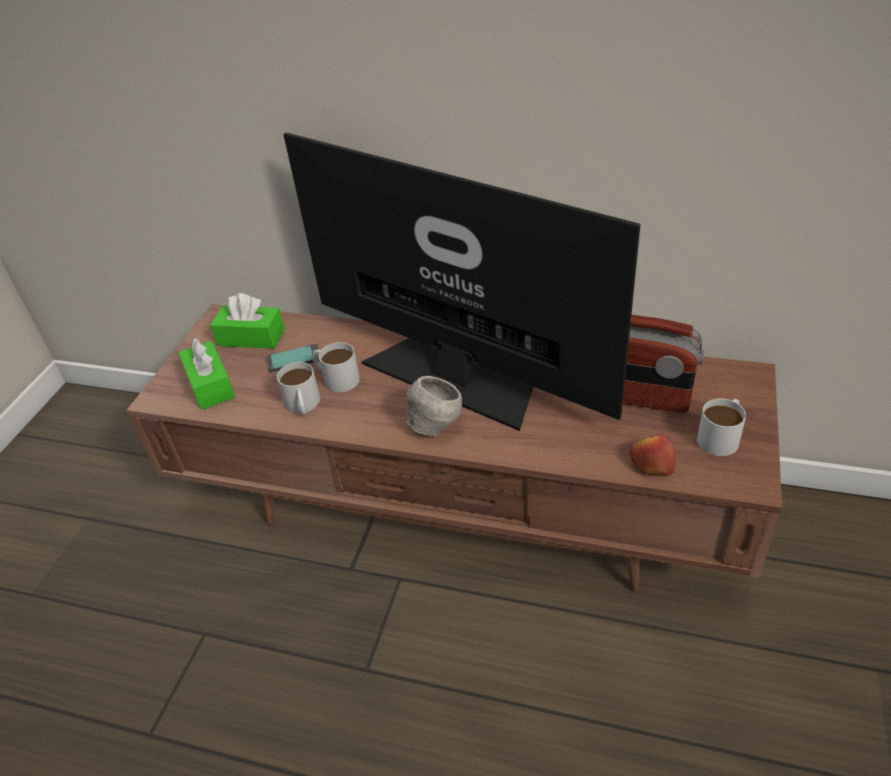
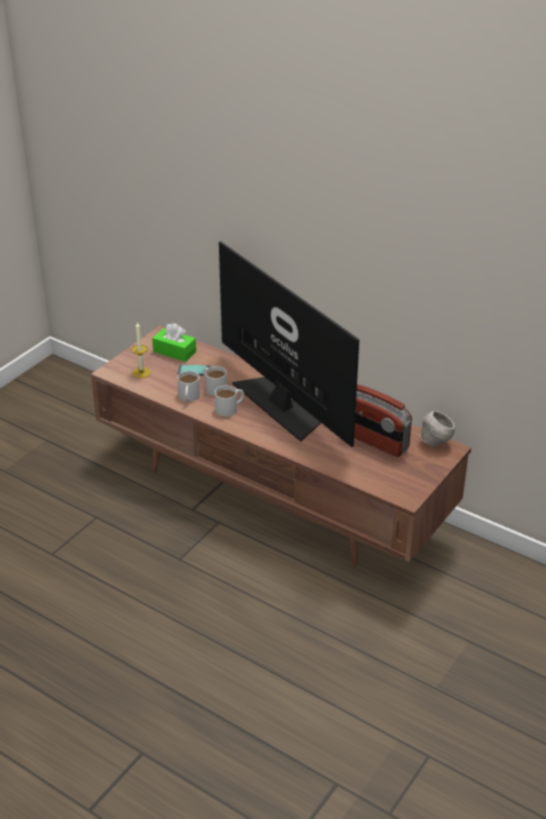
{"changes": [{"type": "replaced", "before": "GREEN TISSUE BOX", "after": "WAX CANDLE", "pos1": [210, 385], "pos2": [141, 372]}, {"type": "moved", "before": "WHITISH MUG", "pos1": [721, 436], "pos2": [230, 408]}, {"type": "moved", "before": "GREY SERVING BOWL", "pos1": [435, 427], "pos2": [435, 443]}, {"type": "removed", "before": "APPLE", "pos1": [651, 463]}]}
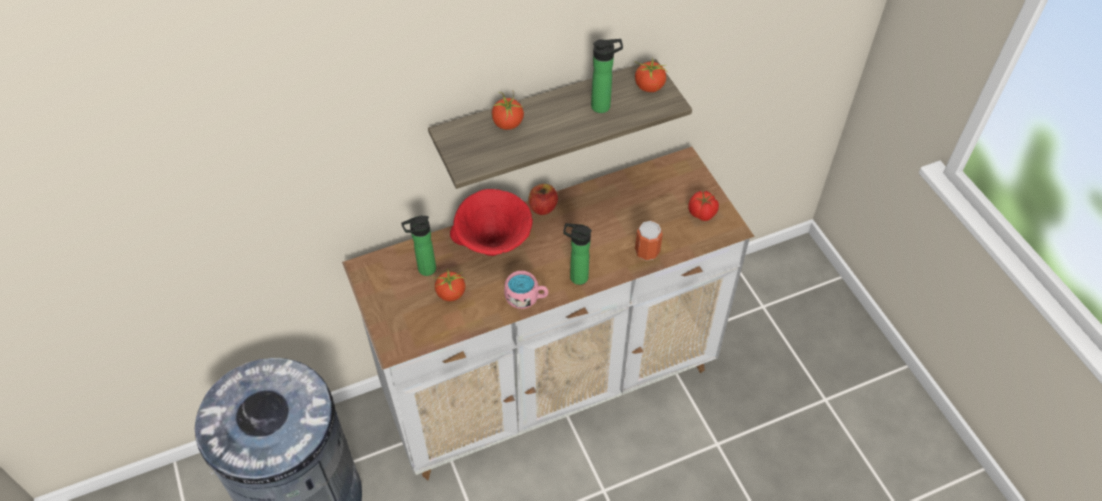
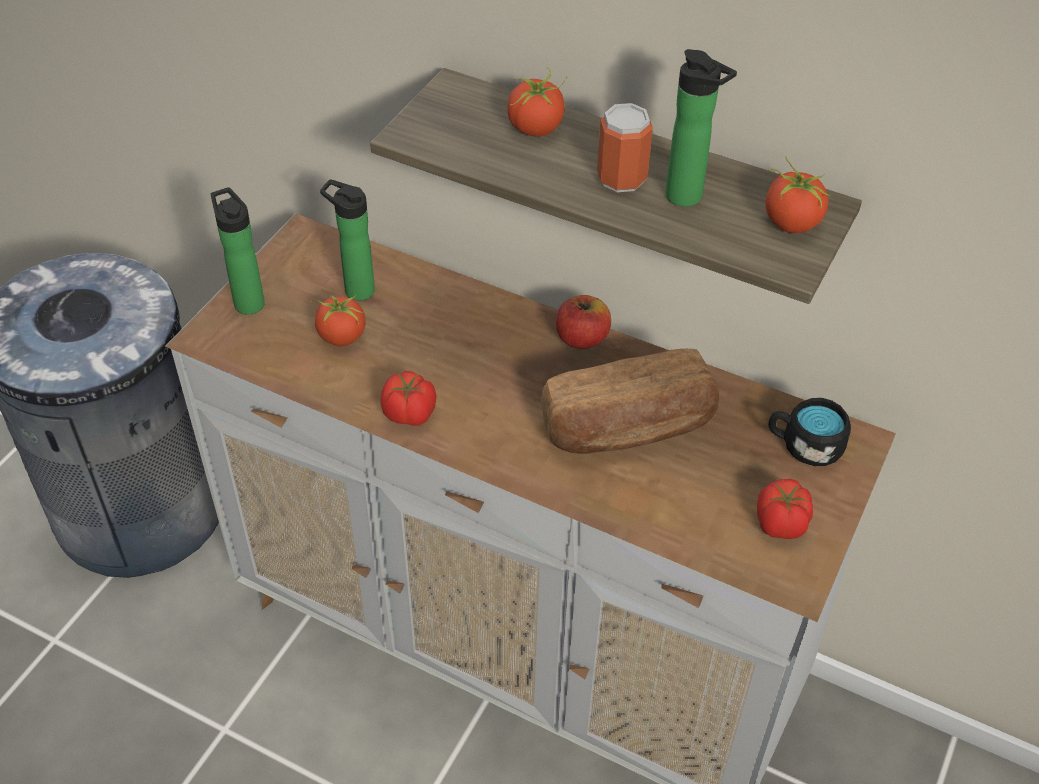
{"changes": [{"type": "moved", "before": "BEVERAGE BOTTLE", "pos1": [576, 277], "pos2": [247, 301]}, {"type": "replaced", "before": "PINK-COLOURED MUG", "after": "TOMATO", "pos1": [526, 297], "pos2": [410, 414]}, {"type": "added", "after": "BAKERY BREAD", "pos2": [628, 428]}, {"type": "moved", "before": "CAN", "pos1": [647, 252], "pos2": [621, 178]}, {"type": "added", "after": "BLACK-COLOURED MUG", "pos2": [804, 445]}, {"type": "removed", "before": "REDDISH SERVING BOWL", "pos1": [494, 246]}]}
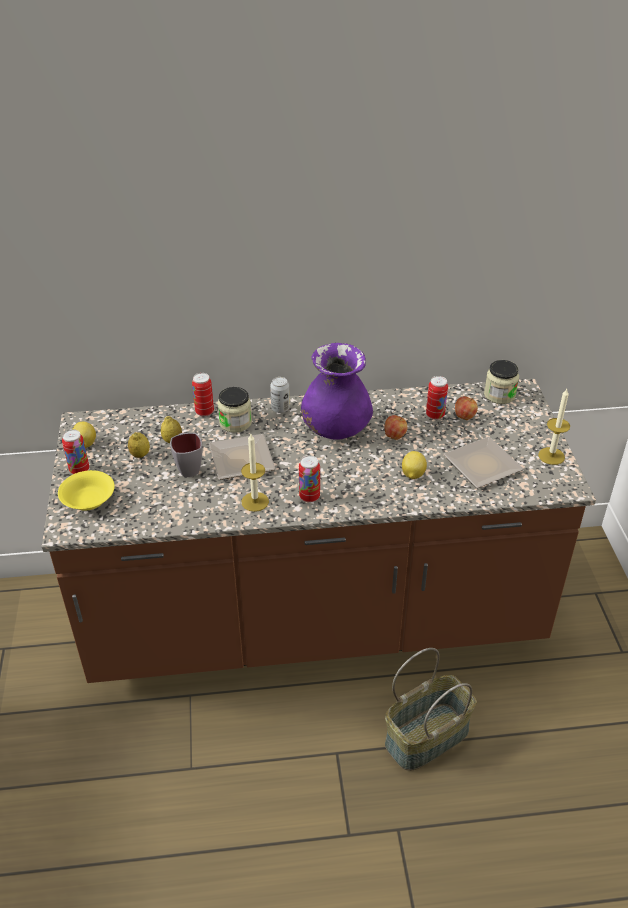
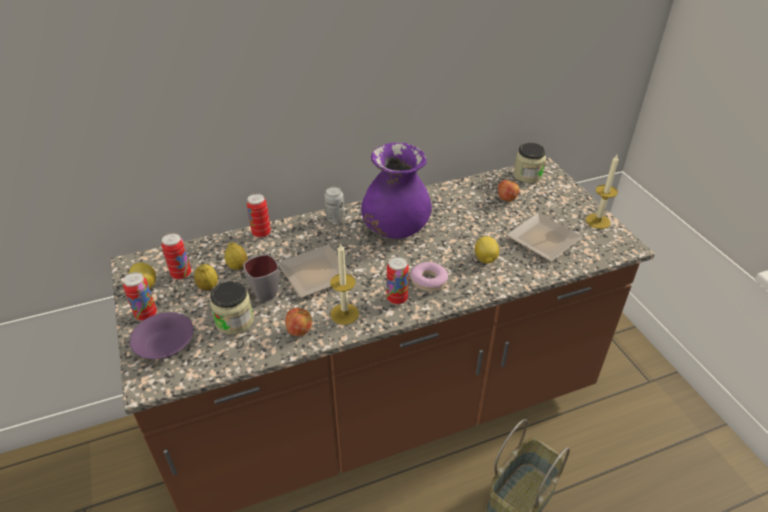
{"changes": [{"type": "recoloured", "before": "YELLOW SERVING BOWL", "after": "PURPLE SERVING BOWL", "pos1": [89, 500], "pos2": [166, 345]}, {"type": "moved", "before": "CAN", "pos1": [435, 415], "pos2": [181, 274]}, {"type": "moved", "before": "STORAGE JAR", "pos1": [235, 423], "pos2": [234, 321]}, {"type": "moved", "before": "APPLE", "pos1": [395, 436], "pos2": [299, 331]}, {"type": "added", "after": "RING DOUGHNUT", "pos2": [428, 281]}]}
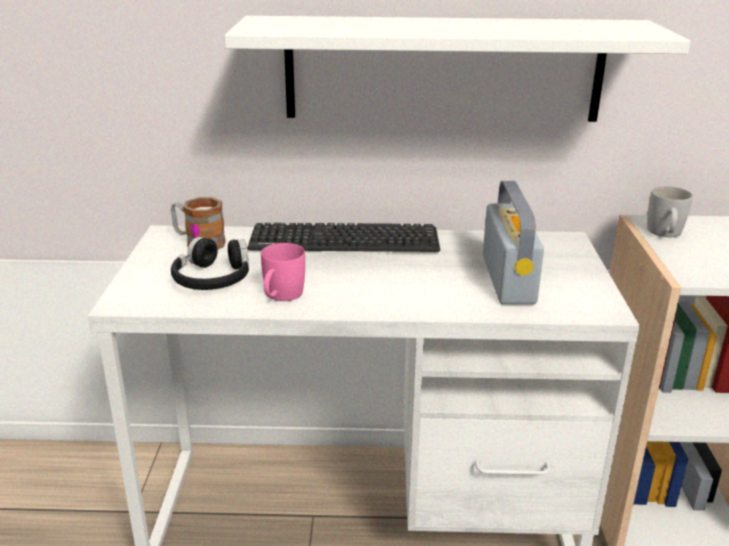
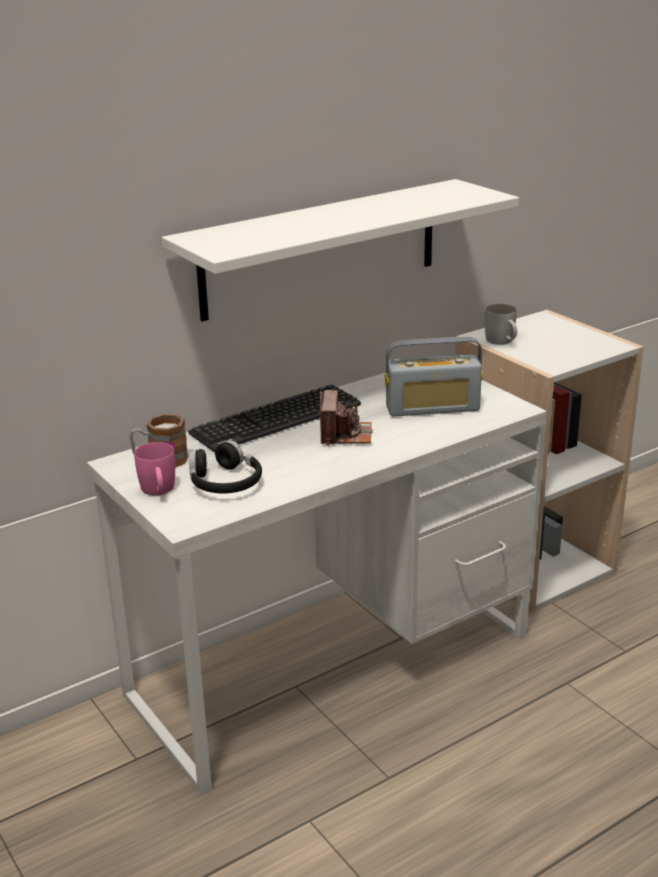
{"changes": [{"type": "moved", "before": "PINK-COLOURED MUG", "pos1": [280, 297], "pos2": [158, 491]}, {"type": "added", "after": "PHOTO CAMERA", "pos2": [344, 434]}, {"type": "turned", "before": "RADIO RECEIVER", "pos1": [508, 279], "pos2": [432, 408], "turn": 120}]}
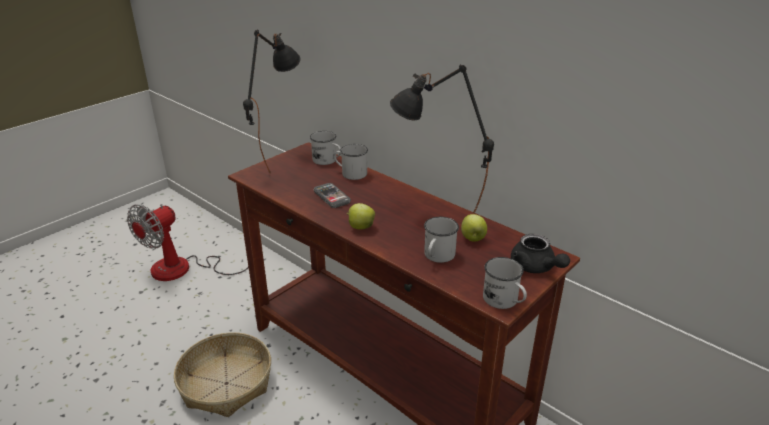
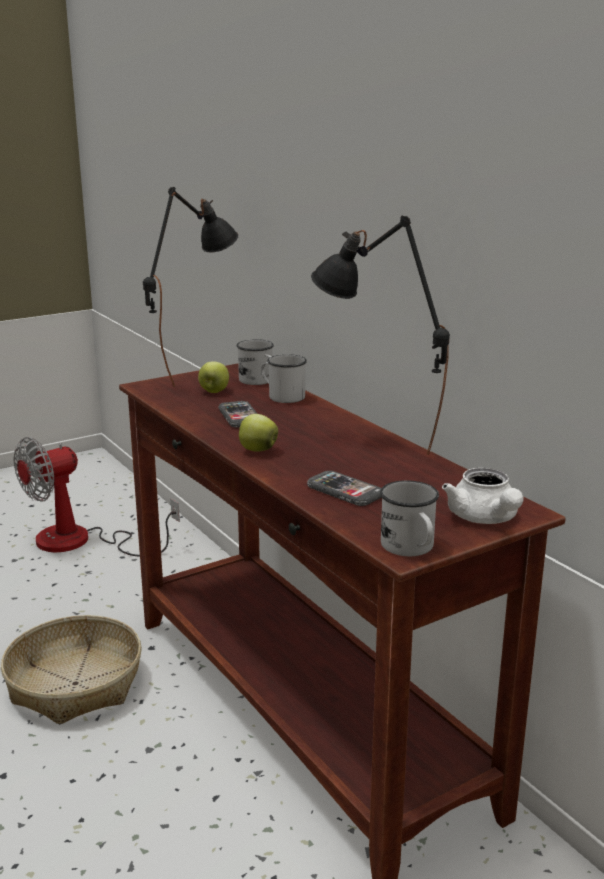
{"changes": [{"type": "moved", "before": "APPLE", "pos1": [473, 239], "pos2": [214, 391]}, {"type": "replaced", "before": "WHITISH MUG", "after": "PHONE", "pos1": [437, 256], "pos2": [344, 491]}, {"type": "recoloured", "before": "BLACK-COLOURED TEA POT", "after": "WHITISH TEA POT", "pos1": [535, 267], "pos2": [485, 519]}]}
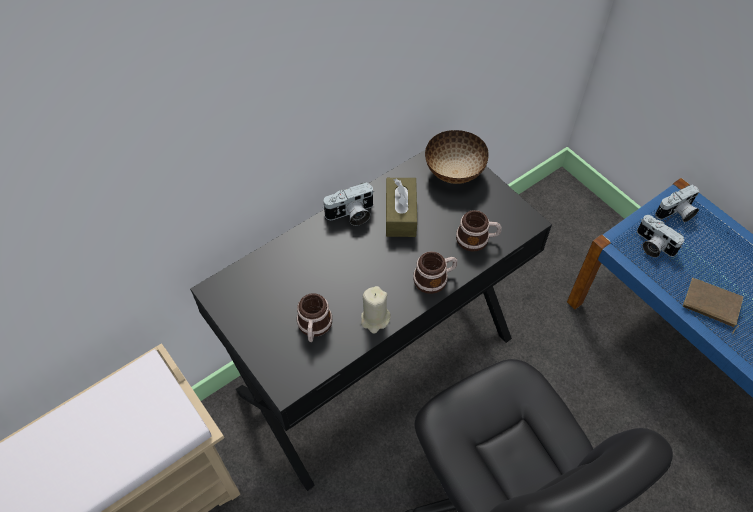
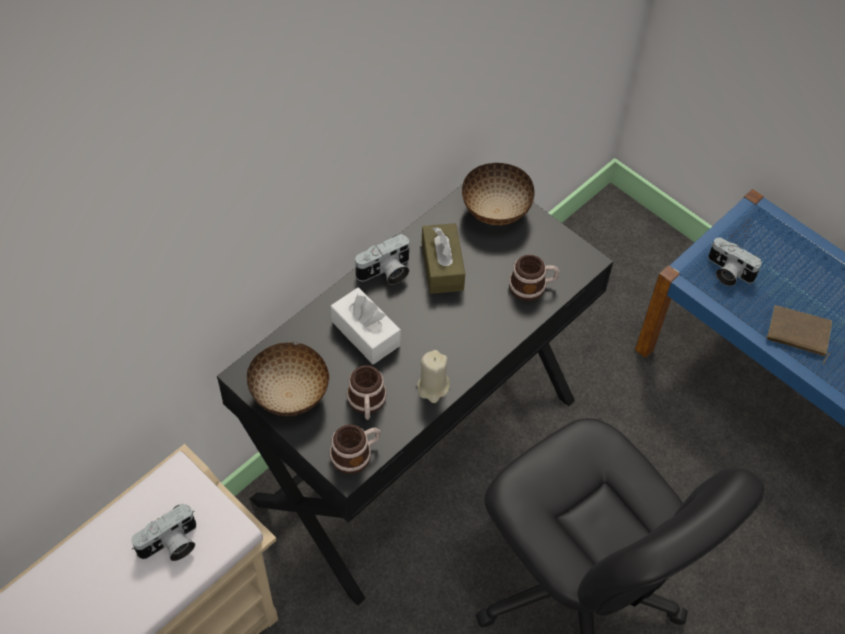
{"changes": [{"type": "moved", "before": "PHOTO CAMERA", "pos1": [676, 213], "pos2": [171, 545]}, {"type": "added", "after": "SERVING BOWL", "pos2": [291, 396]}, {"type": "moved", "before": "MUG", "pos1": [435, 278], "pos2": [356, 454]}, {"type": "added", "after": "WHITISH TISSUE BOX", "pos2": [365, 333]}]}
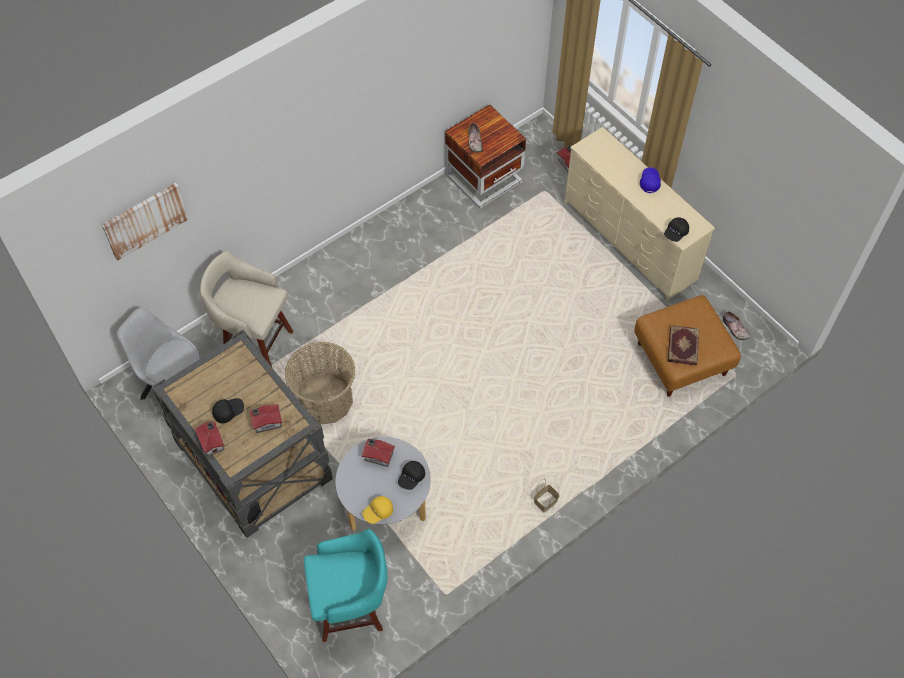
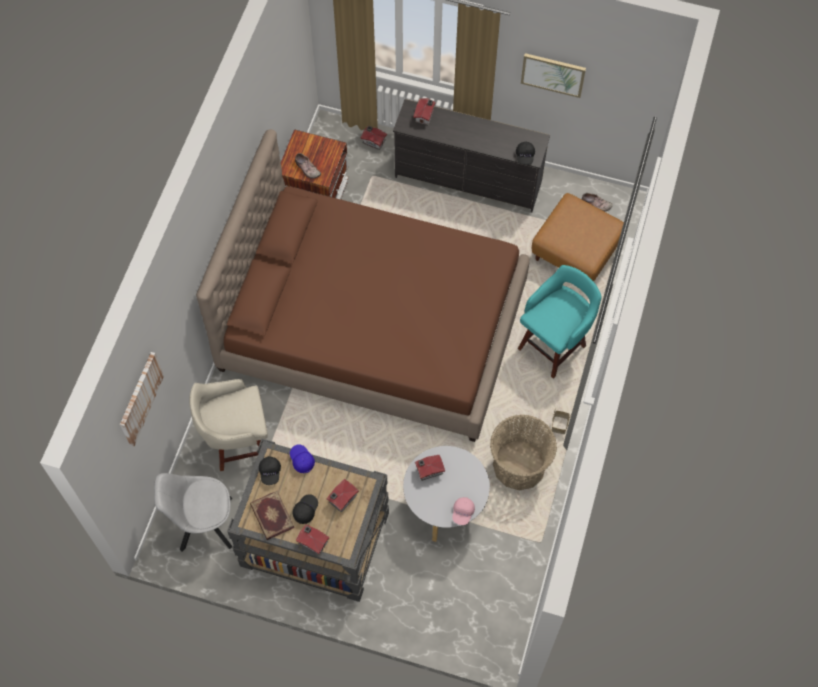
{"changes": [{"type": "added", "after": "BROWN BEDROOM BED", "pos2": [373, 325]}, {"type": "moved", "before": "BOUND BOOK", "pos1": [682, 346], "pos2": [271, 516]}, {"type": "moved", "before": "BLACK-COLOURED BASEBALL CAP", "pos1": [411, 477], "pos2": [270, 472]}, {"type": "moved", "before": "BLUE BASEBALL CAP", "pos1": [649, 182], "pos2": [302, 460]}, {"type": "recoloured", "before": "BEIGE CHEST OF DRAWERS", "after": "BLACK-COLOURED CHEST OF DRAWERS", "pos1": [629, 240], "pos2": [468, 179]}, {"type": "added", "after": "MODEL HOUSE", "pos2": [425, 115]}, {"type": "recoloured", "before": "YELLOW BASEBALL CAP", "after": "PINK-COLOURED BASEBALL CAP", "pos1": [378, 512], "pos2": [463, 512]}, {"type": "moved", "before": "HOUSEHOLD BASKET", "pos1": [325, 400], "pos2": [519, 465]}, {"type": "moved", "before": "BLUE-GREEN SITTING STOOL", "pos1": [352, 608], "pos2": [554, 345]}, {"type": "added", "after": "PICTURE", "pos2": [553, 74]}]}
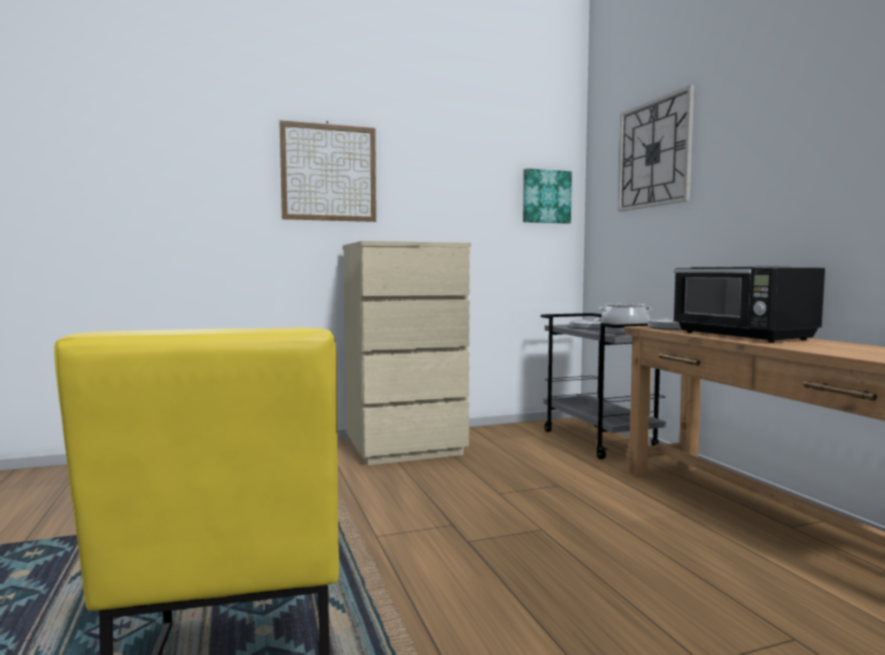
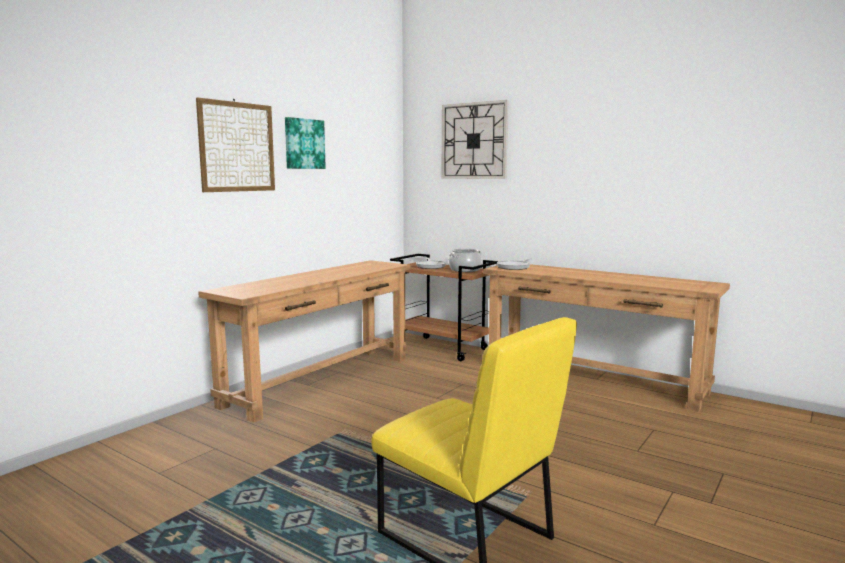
{"changes": [{"type": "replaced", "before": "BEIGE CHEST OF DRAWERS", "after": "BROWN NARROW TABLE", "pos1": [405, 447], "pos2": [321, 380]}, {"type": "moved", "before": "PICTURE", "pos1": [546, 196], "pos2": [304, 144]}, {"type": "recoloured", "before": "GREY WHEELED CART", "after": "BROWN WHEELED CART", "pos1": [600, 441], "pos2": [443, 349]}, {"type": "removed", "before": "BLACK-COLOURED MICROWAVE", "pos1": [742, 336]}]}
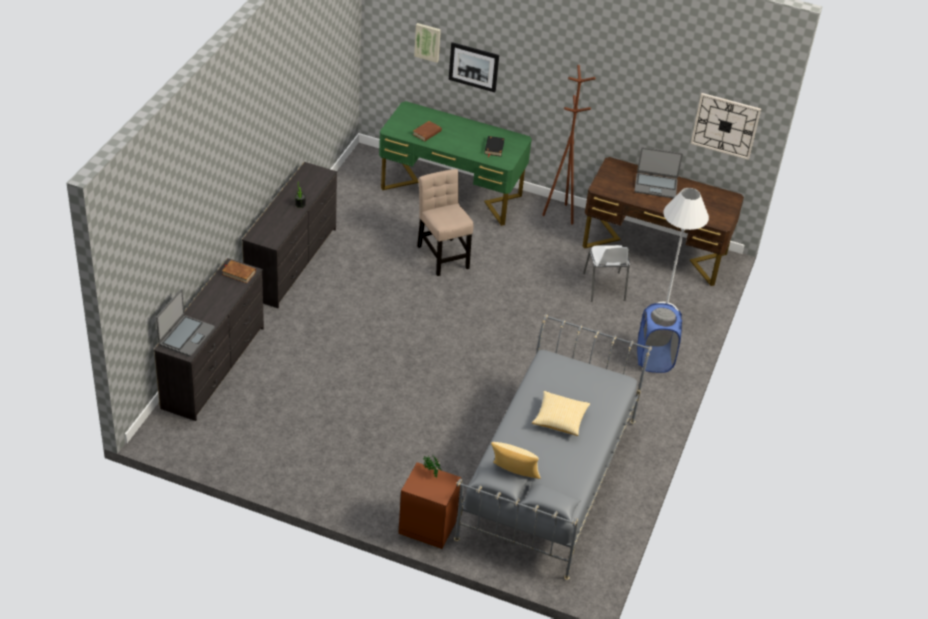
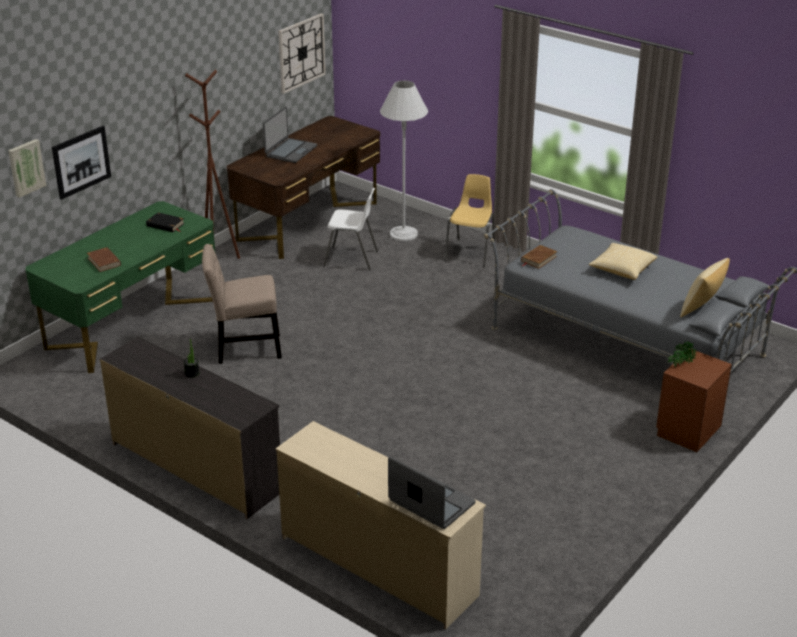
{"changes": [{"type": "recoloured", "before": "BLACK-COLOURED CHEST OF DRAWERS", "after": "BEIGE CHEST OF DRAWERS", "pos1": [214, 368], "pos2": [379, 566]}, {"type": "replaced", "before": "BLUE HAMPER", "after": "YELLOW CHAIR", "pos1": [654, 359], "pos2": [470, 253]}, {"type": "moved", "before": "BROWN BOUND BOOK", "pos1": [239, 273], "pos2": [538, 259]}]}
